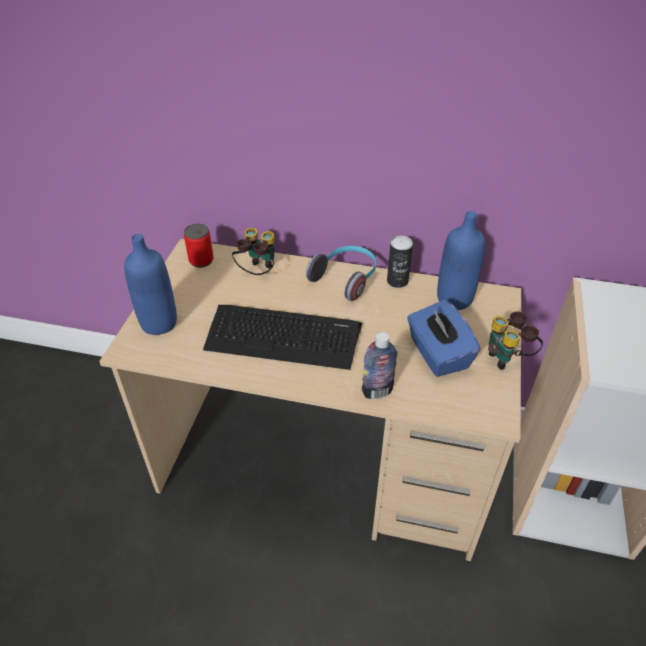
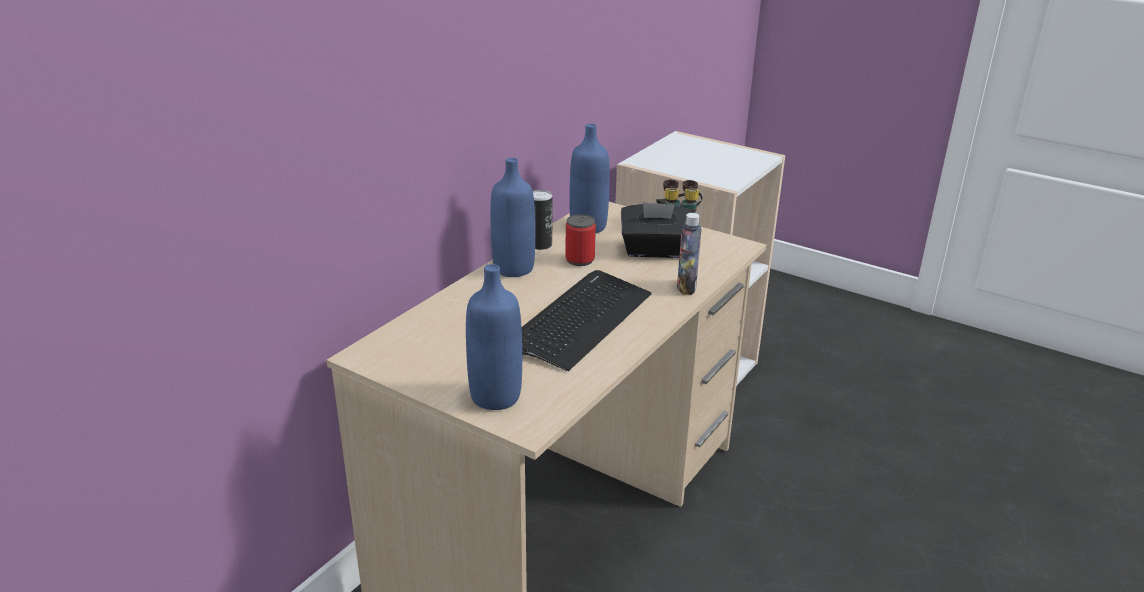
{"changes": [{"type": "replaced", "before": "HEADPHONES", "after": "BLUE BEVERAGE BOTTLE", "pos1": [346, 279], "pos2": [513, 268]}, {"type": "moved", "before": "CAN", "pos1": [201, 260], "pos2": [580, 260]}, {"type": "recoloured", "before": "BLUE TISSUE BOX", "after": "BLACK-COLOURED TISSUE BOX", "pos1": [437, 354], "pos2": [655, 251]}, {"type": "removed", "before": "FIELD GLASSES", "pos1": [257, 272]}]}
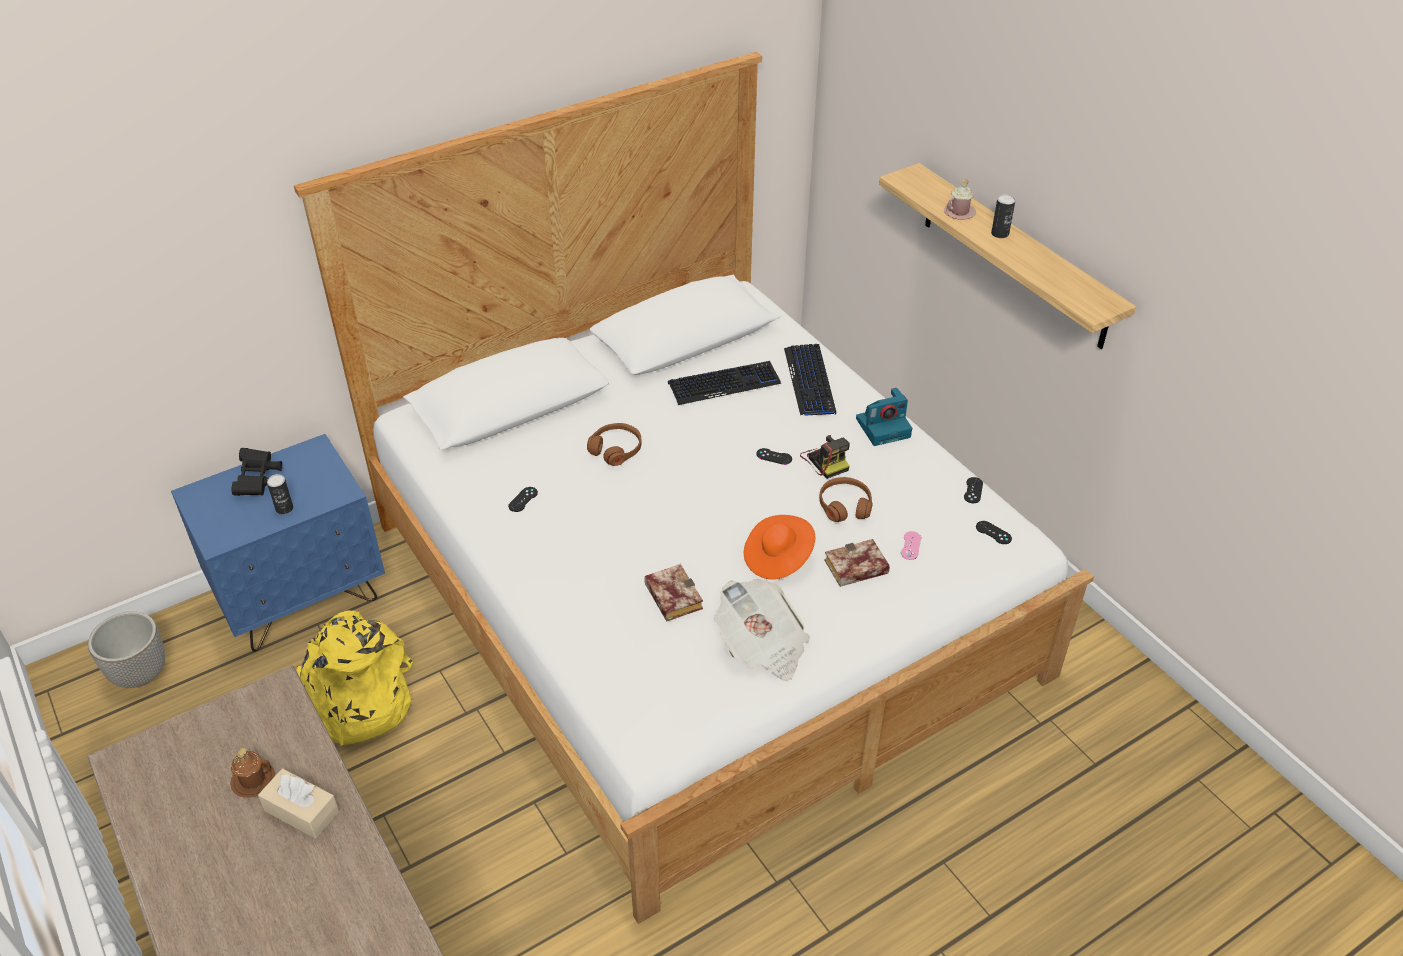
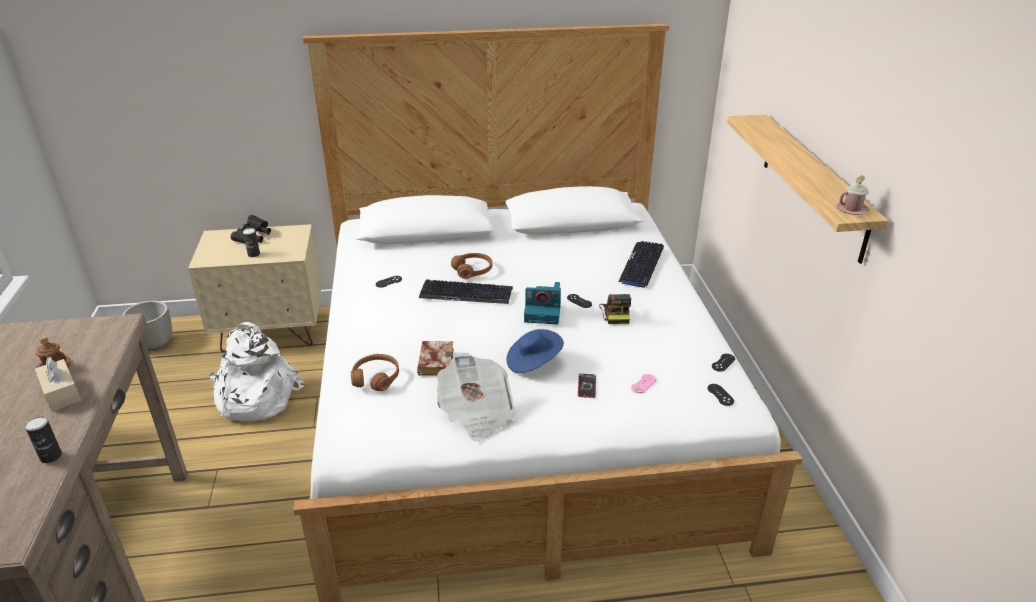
{"changes": [{"type": "moved", "before": "CAN", "pos1": [1000, 234], "pos2": [51, 456]}, {"type": "recoloured", "before": "BLUE NIGHTSTAND", "after": "BEIGE NIGHTSTAND", "pos1": [302, 598], "pos2": [271, 332]}, {"type": "recoloured", "before": "YELLOW KNAPSACK", "after": "WHITISH KNAPSACK", "pos1": [354, 702], "pos2": [254, 397]}, {"type": "moved", "before": "BROWN HEADPHONES", "pos1": [844, 505], "pos2": [376, 378]}, {"type": "moved", "before": "COMPUTER KEYBOARD", "pos1": [724, 384], "pos2": [466, 293]}, {"type": "recoloured", "before": "ORANGE-COLOURED WEARABLE HAT", "after": "BLUE WEARABLE HAT", "pos1": [778, 558], "pos2": [533, 362]}, {"type": "moved", "before": "PHOTO CAMERA", "pos1": [884, 427], "pos2": [543, 312]}, {"type": "replaced", "before": "BOUND BOOK", "after": "PHONE", "pos1": [854, 569], "pos2": [586, 386]}, {"type": "moved", "before": "PINK-COLOURED MUG", "pos1": [959, 212], "pos2": [852, 209]}]}
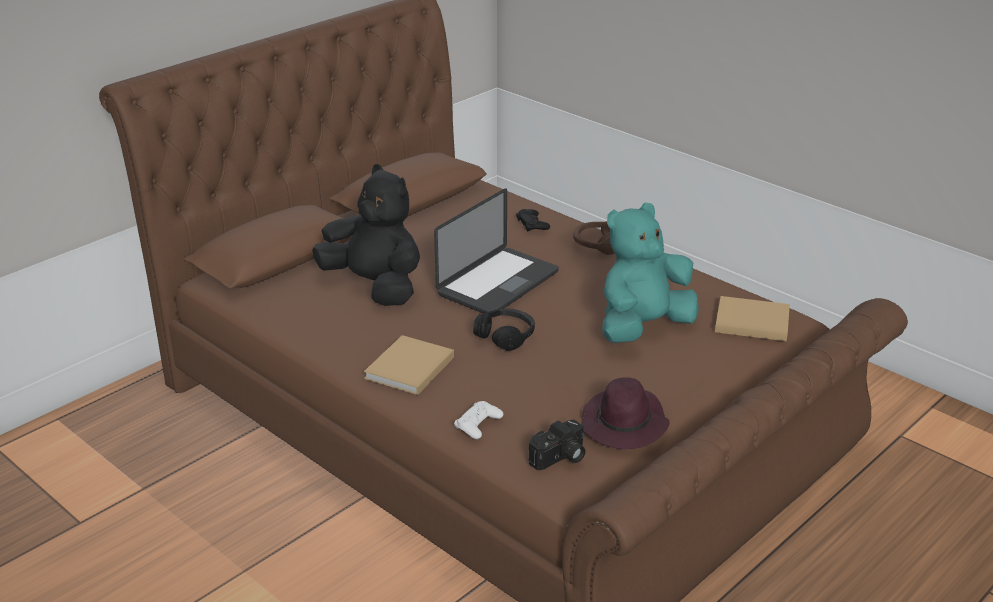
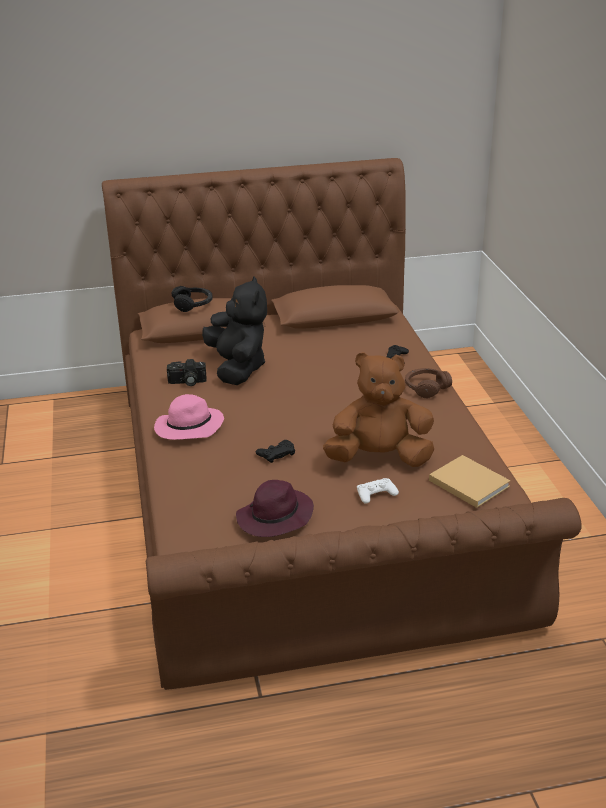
{"changes": [{"type": "replaced", "before": "BEIGE BOUND BOOK", "after": "PINK-COLOURED WEARABLE HAT", "pos1": [408, 369], "pos2": [188, 428]}, {"type": "moved", "before": "PHOTO CAMERA", "pos1": [560, 458], "pos2": [187, 382]}, {"type": "moved", "before": "BLACK-COLOURED HEADPHONES", "pos1": [505, 336], "pos2": [193, 305]}, {"type": "added", "after": "BLACK-COLOURED JOYPAD", "pos2": [276, 454]}, {"type": "recoloured", "before": "BLUE-GREEN PLUSH TOY", "after": "BROWN PLUSH TOY", "pos1": [643, 328], "pos2": [379, 458]}, {"type": "moved", "before": "WHITISH JOYPAD", "pos1": [478, 424], "pos2": [376, 494]}, {"type": "removed", "before": "PORTABLE COMPUTER", "pos1": [498, 283]}]}
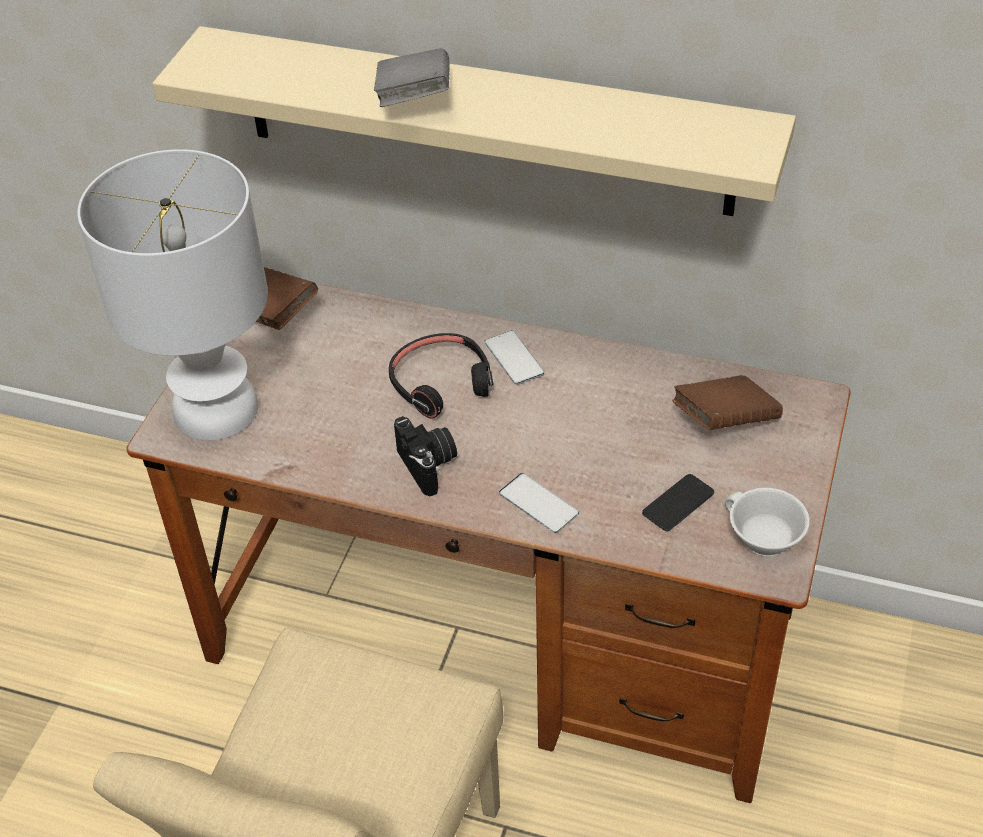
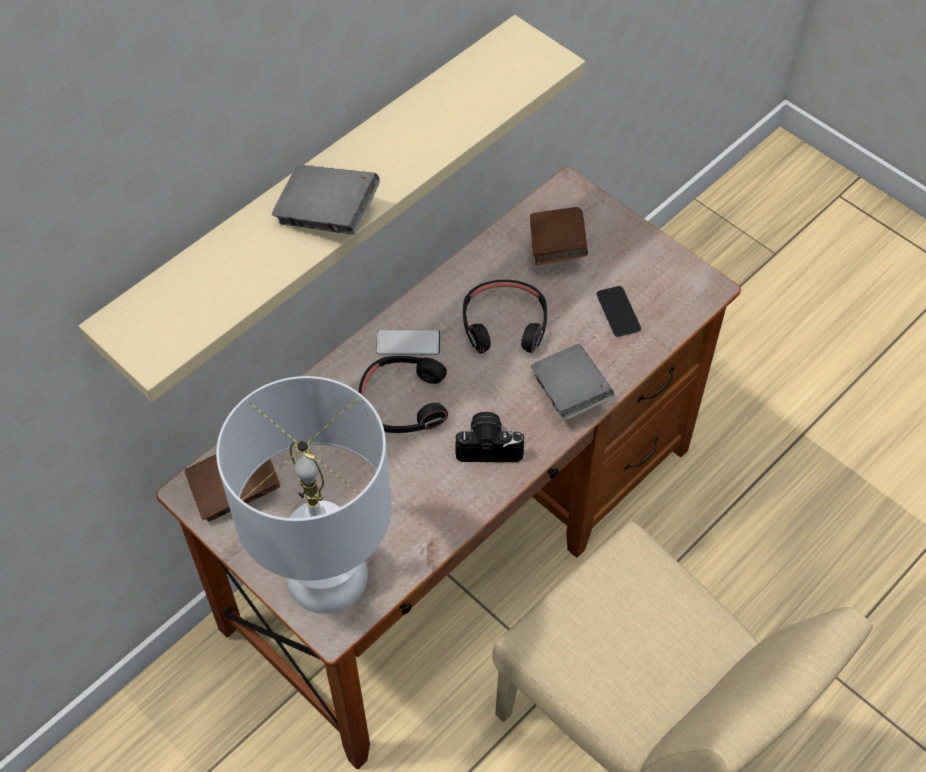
{"changes": [{"type": "added", "after": "BLACK-COLOURED HEADPHONES", "pos2": [504, 324]}, {"type": "replaced", "before": "PHONE", "after": "GREY BOUND BOOK", "pos1": [538, 503], "pos2": [570, 393]}, {"type": "removed", "before": "WHITISH SMALL CUP", "pos1": [761, 539]}]}
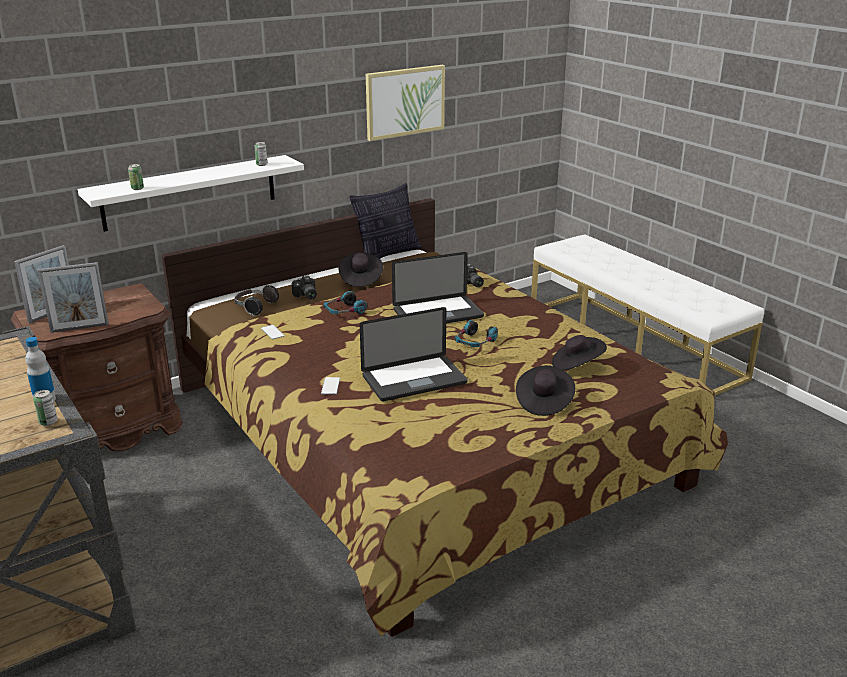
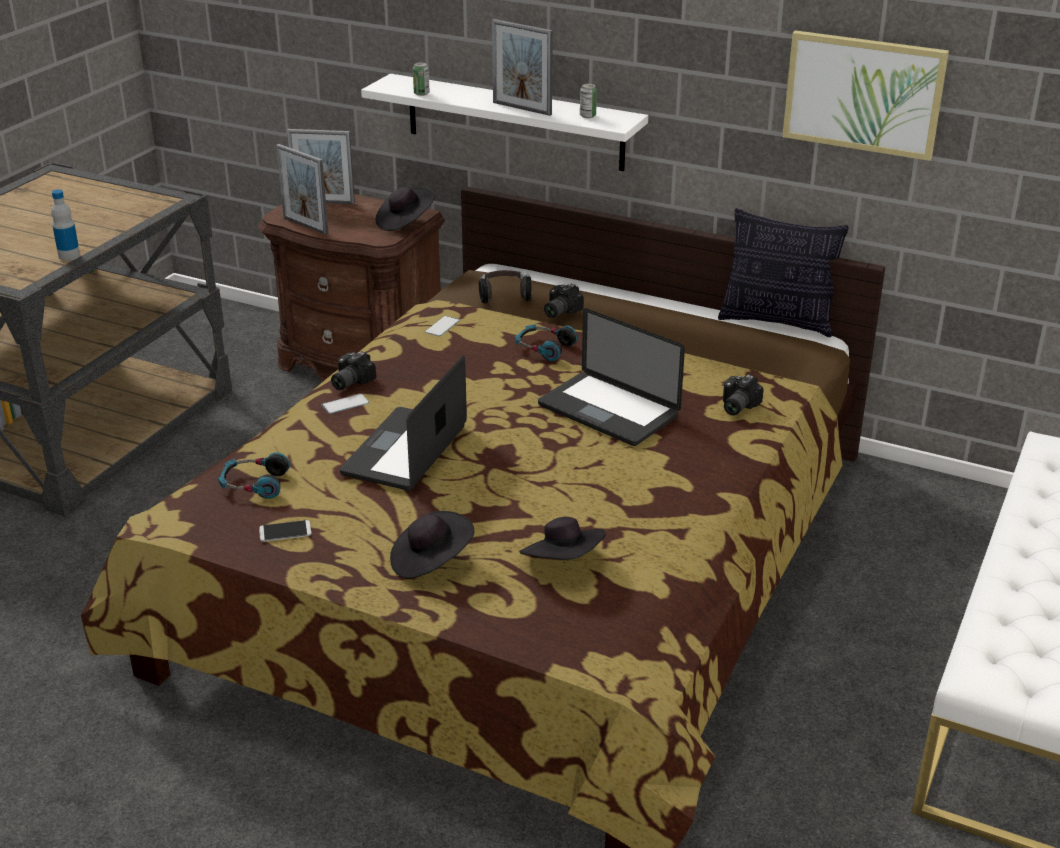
{"changes": [{"type": "moved", "before": "HEADPHONES", "pos1": [475, 342], "pos2": [254, 484]}, {"type": "added", "after": "PHONE", "pos2": [285, 531]}, {"type": "added", "after": "PHOTO CAMERA", "pos2": [349, 382]}, {"type": "turned", "before": "PORTABLE COMPUTER", "pos1": [414, 380], "pos2": [405, 451], "turn": 75}, {"type": "moved", "before": "BLACK-COLOURED WEARABLE HAT", "pos1": [360, 279], "pos2": [404, 222]}, {"type": "added", "after": "PICTURE FRAME", "pos2": [522, 108]}, {"type": "removed", "before": "CAN", "pos1": [48, 422]}]}
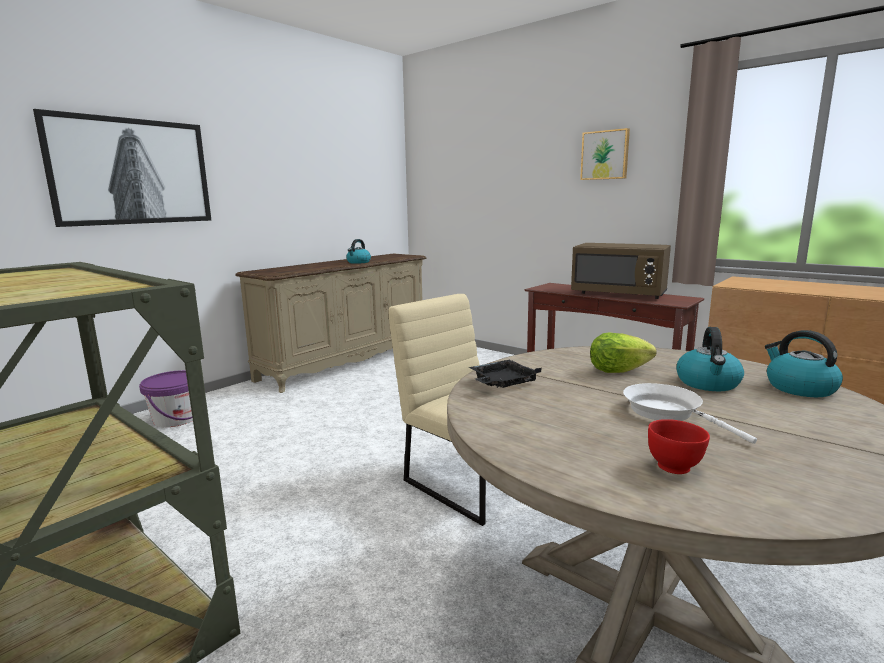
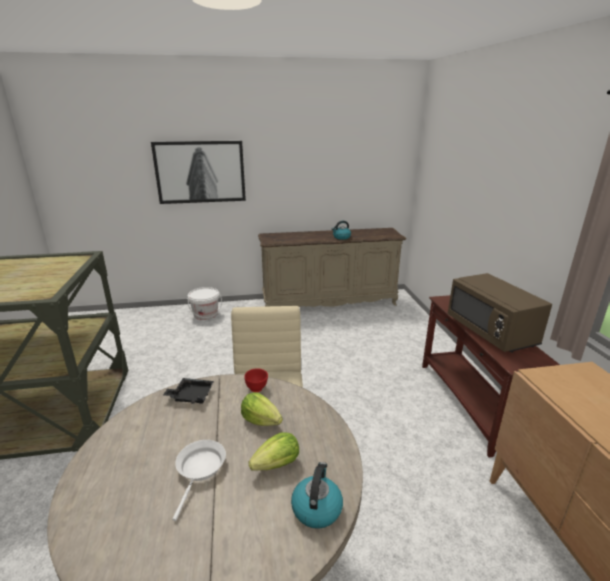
{"changes": [{"type": "recoloured", "before": "PURPLE BUCKET", "after": "WHITISH BUCKET", "pos1": [176, 419], "pos2": [205, 314]}, {"type": "moved", "before": "REDDISH SERVING BOWL", "pos1": [674, 467], "pos2": [257, 388]}, {"type": "replaced", "before": "KETTLE", "after": "LETTUCE HEAD", "pos1": [708, 383], "pos2": [277, 464]}, {"type": "removed", "before": "PICTURE", "pos1": [605, 155]}]}
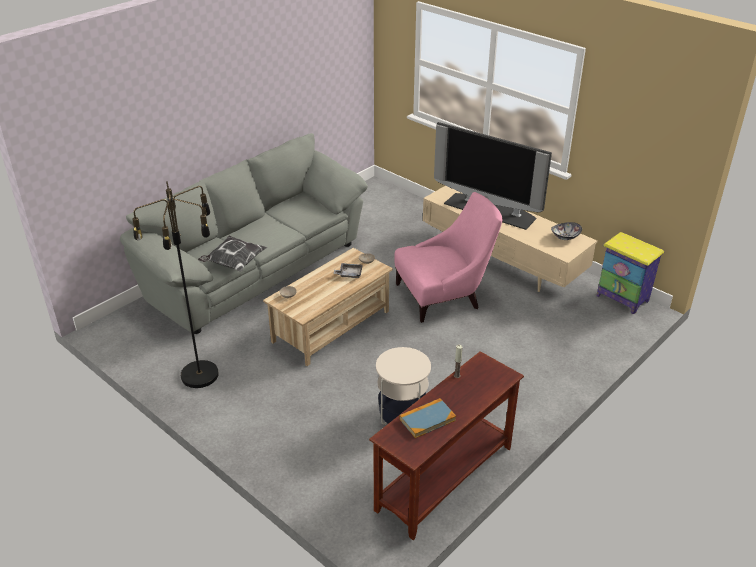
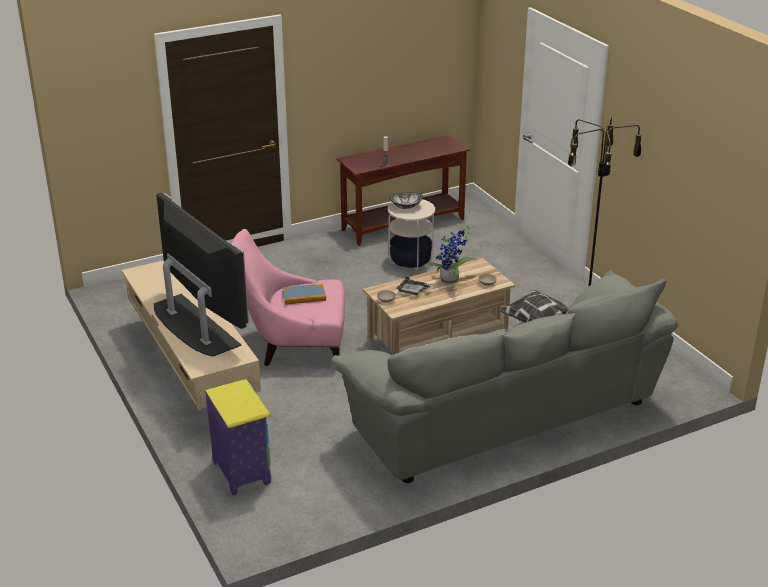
{"changes": [{"type": "moved", "before": "NIGHTSTAND", "pos1": [622, 300], "pos2": [242, 471]}, {"type": "moved", "before": "BOUND BOOK", "pos1": [427, 419], "pos2": [304, 296]}, {"type": "moved", "before": "SERVING BOWL", "pos1": [565, 237], "pos2": [406, 206]}, {"type": "added", "after": "POTTED PLANT", "pos2": [450, 281]}]}
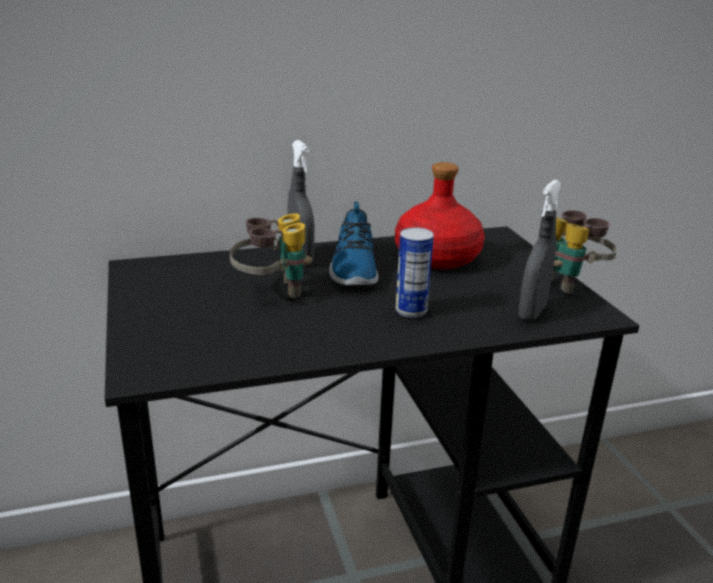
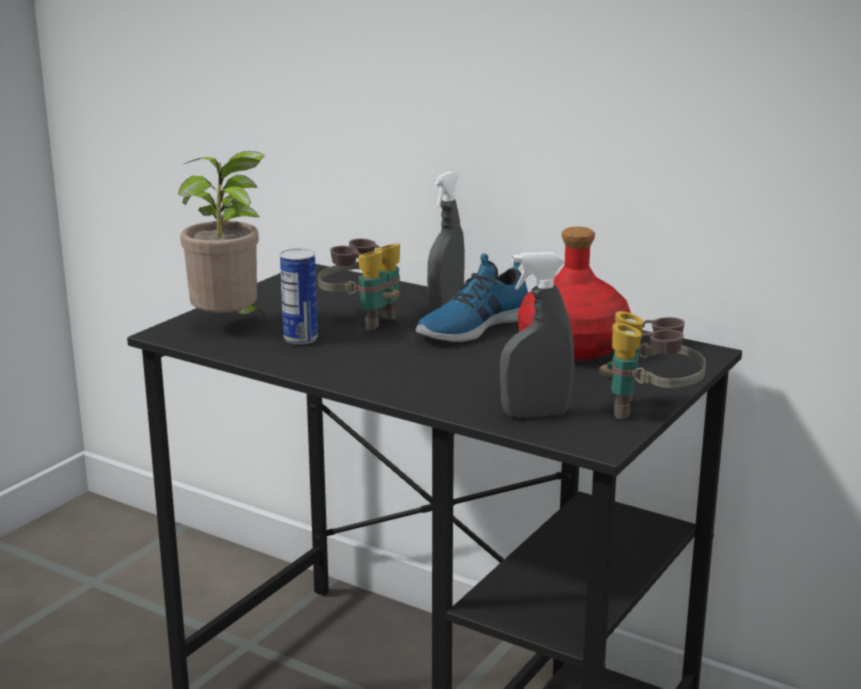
{"changes": [{"type": "added", "after": "POTTED PLANT", "pos2": [230, 326]}, {"type": "moved", "before": "CAN", "pos1": [411, 311], "pos2": [300, 339]}]}
